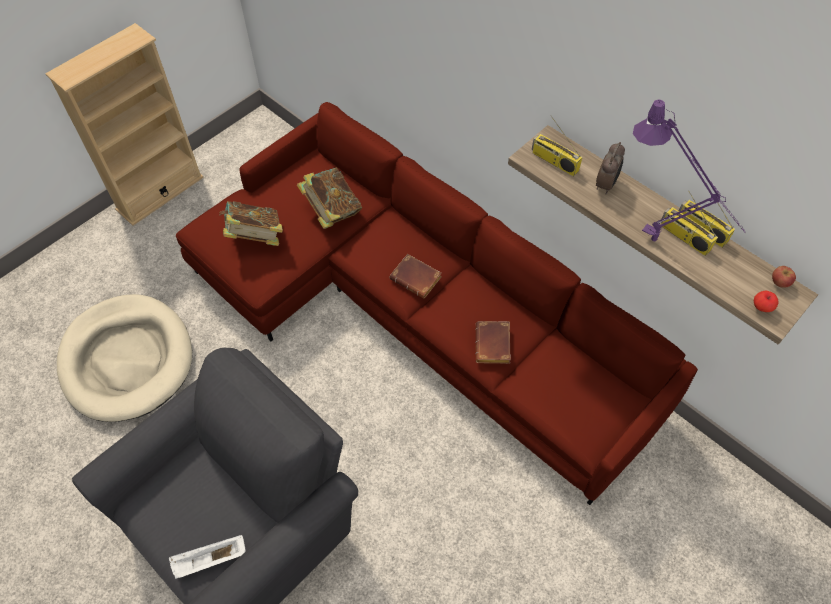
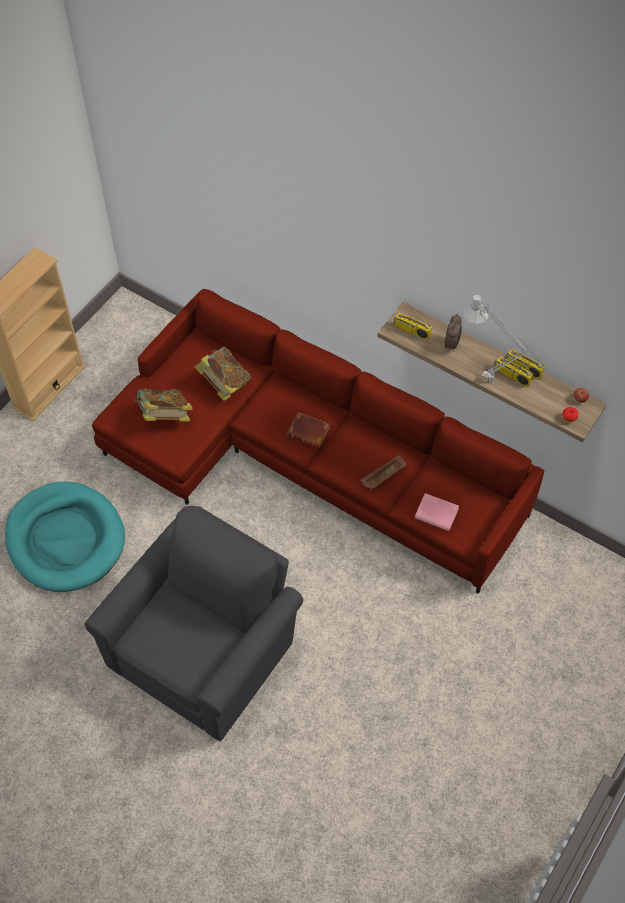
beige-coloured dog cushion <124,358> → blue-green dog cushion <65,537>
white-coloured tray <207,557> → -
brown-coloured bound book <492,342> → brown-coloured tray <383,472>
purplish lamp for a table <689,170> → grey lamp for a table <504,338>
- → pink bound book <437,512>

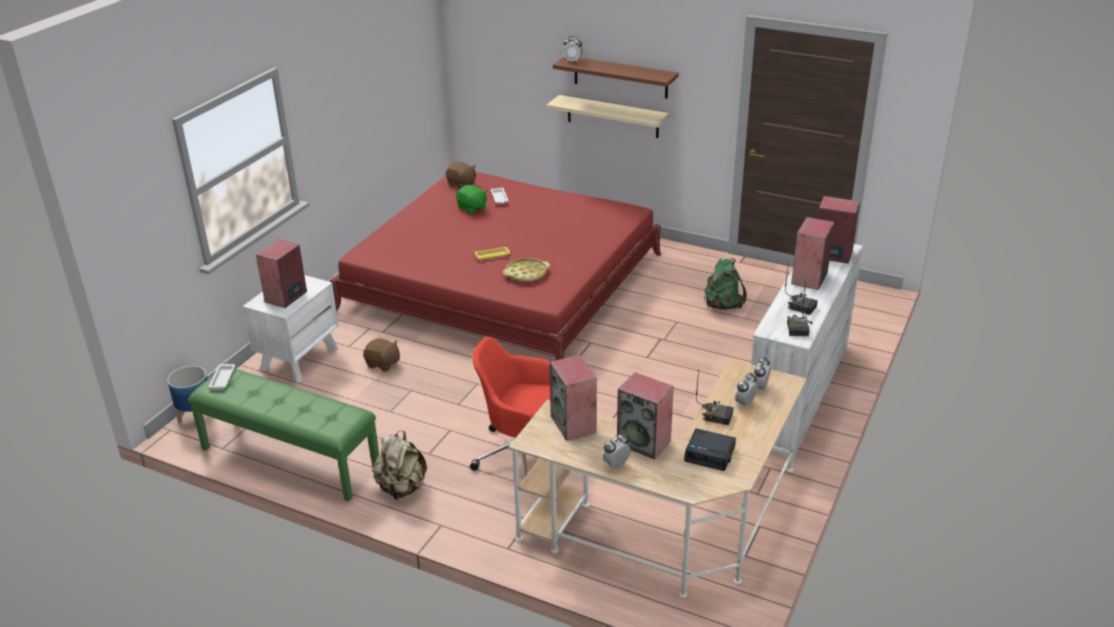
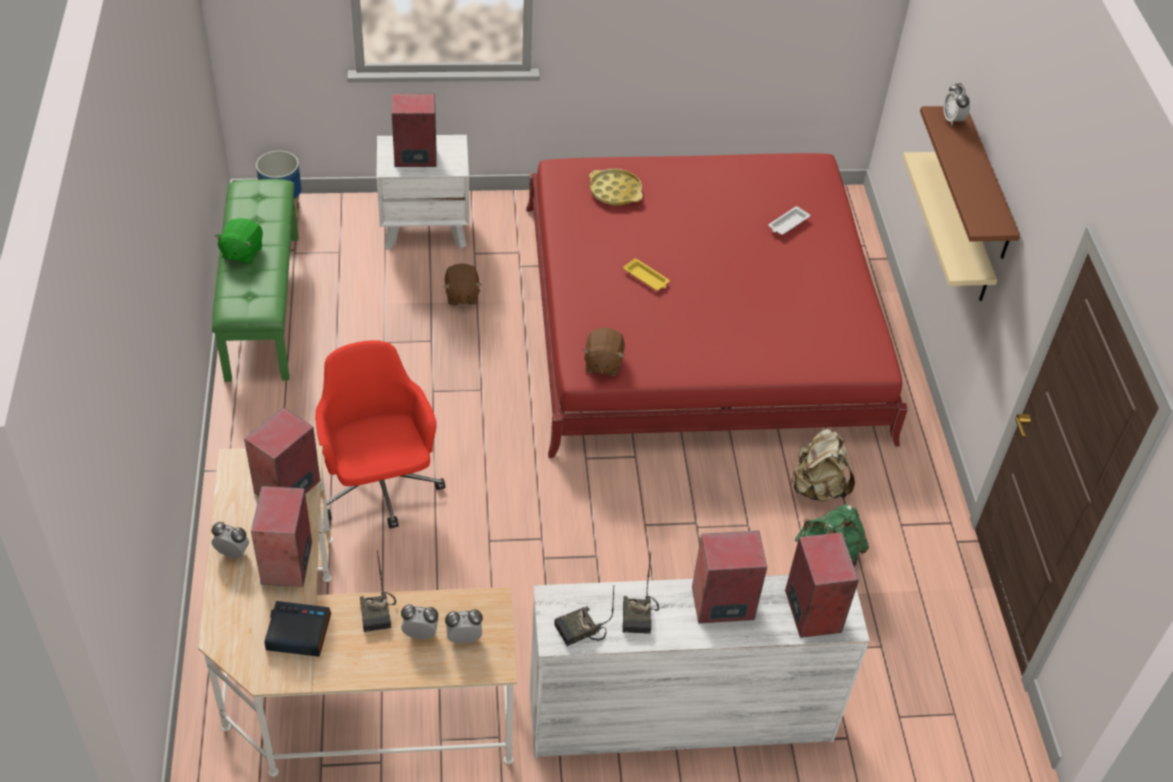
white-coloured tray <222,376> → -
beige-coloured knapsack <399,465> → beige-coloured knapsack <822,465>, shifted
brown-coloured plush toy <461,175> → brown-coloured plush toy <603,352>, shifted
green plush toy <471,199> → green plush toy <239,241>, shifted
yellowish tray <526,270> → yellowish tray <616,187>, shifted
bedside clock <710,449> → bedside clock <297,629>, 105 degrees clockwise

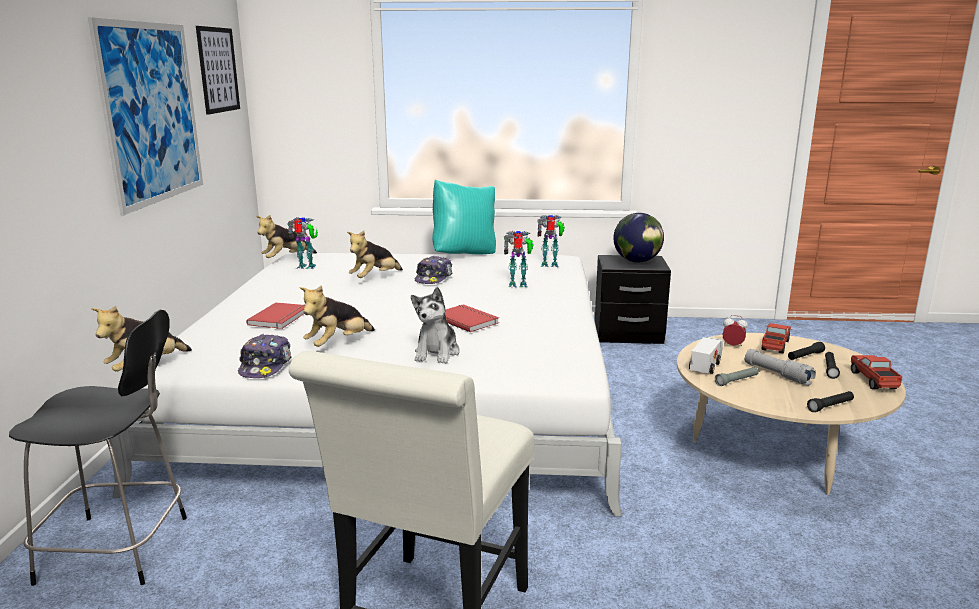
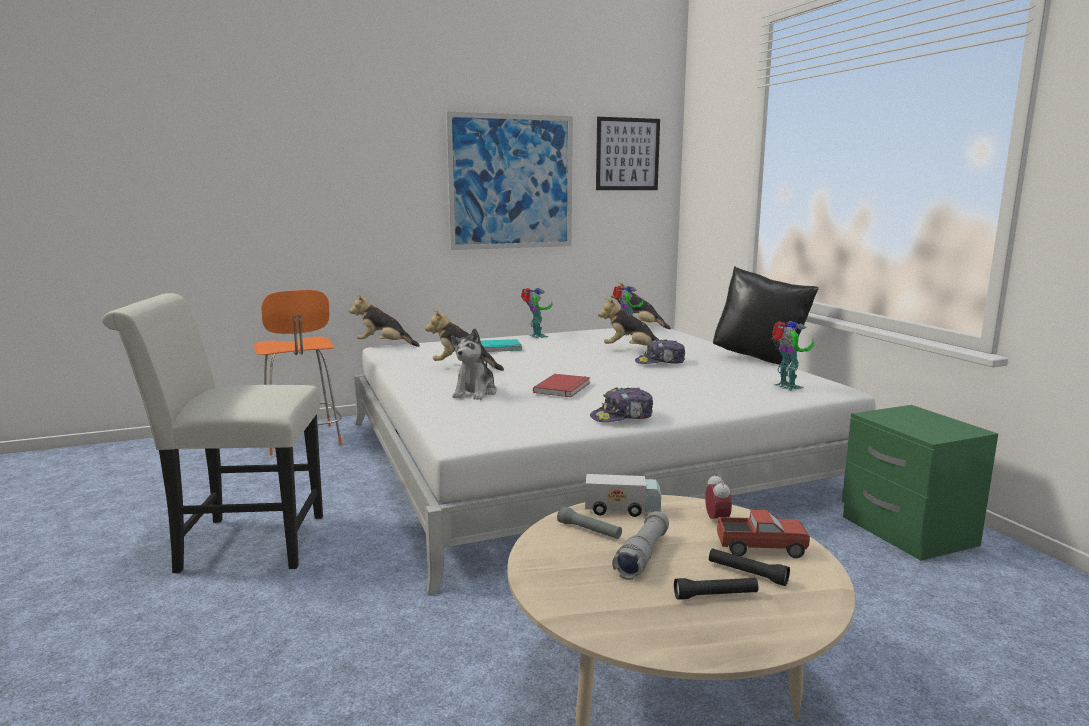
black upright chair <98,448> → orangey upright chair <298,373>
baseball cap <265,356> → baseball cap <621,404>, shifted
red bound book <275,315> → blue-green bound book <501,345>
plush toy <435,325> → plush toy <474,364>, 60 degrees counterclockwise
blue-green pillow <464,217> → black pillow <766,316>
toy robot <519,259> → toy robot <537,313>, shifted
black nightstand <633,299> → green nightstand <920,483>
world globe <638,238> → -
black torch <830,401> → -
toy lorry <876,372> → -

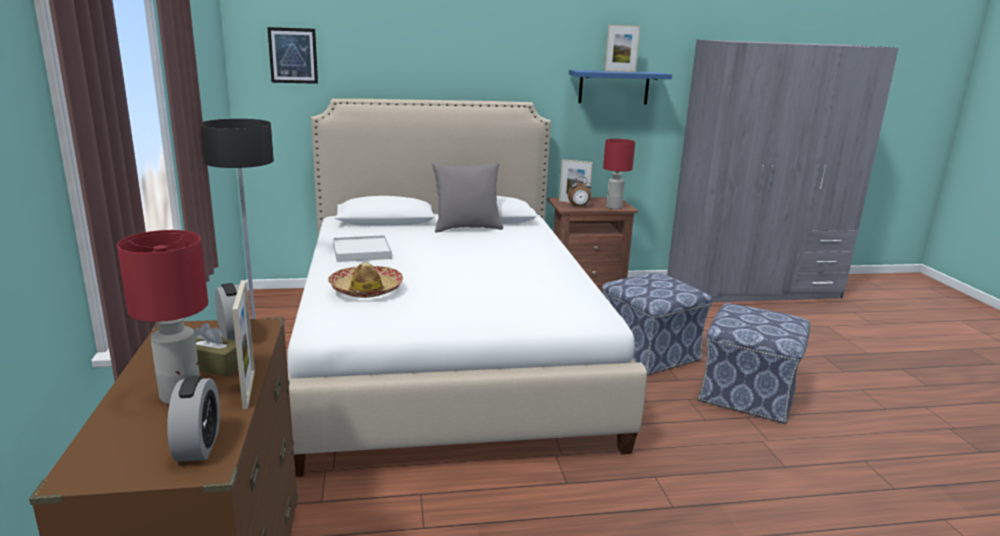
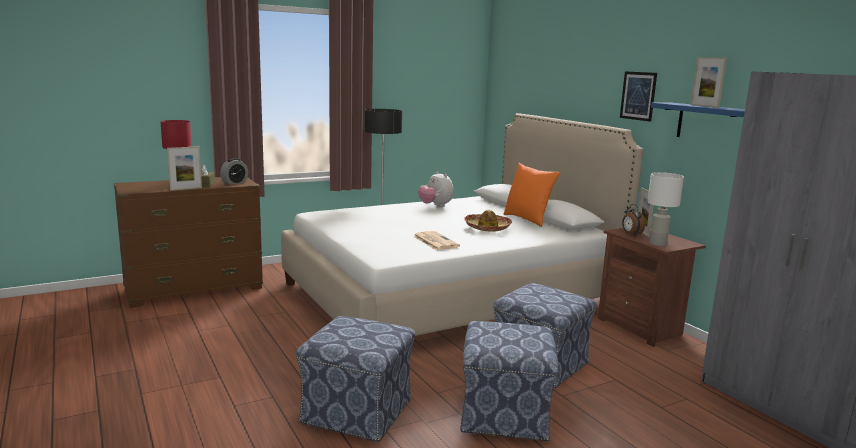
bedside clock <193,418> → -
wall picture <292,55> → wall picture <638,96>, shifted
wearable hat <365,280> → wearable hat <488,221>, shifted
white-coloured tray <362,248> → plush toy <436,189>
grey pillow <467,197> → orangey pillow <531,195>
red lamp for a table <619,174> → white-coloured lamp for a table <665,209>
- → footrest <355,379>
- → printed paper <436,240>

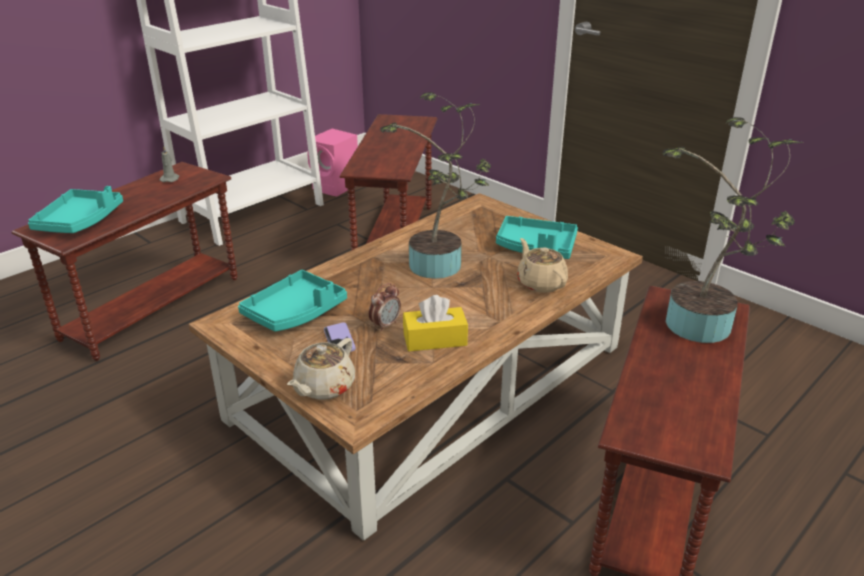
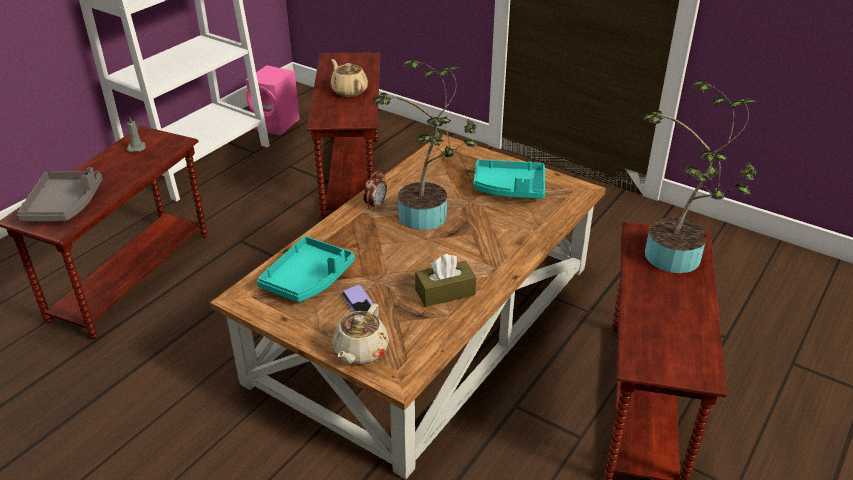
blue-green tray <75,209> → grey tray <59,194>
bedside clock <384,307> → bedside clock <375,191>, shifted
yellowish tissue holder <435,323> → brown-coloured tissue holder <445,280>
beige-coloured teapot <542,265> → beige-coloured teapot <349,78>, shifted

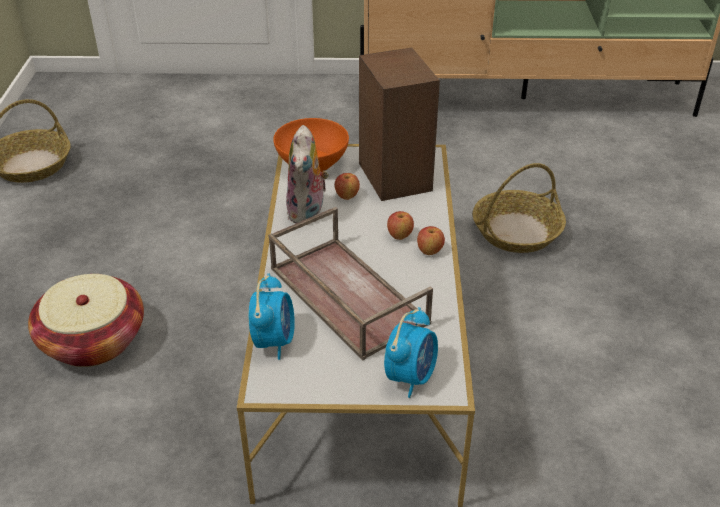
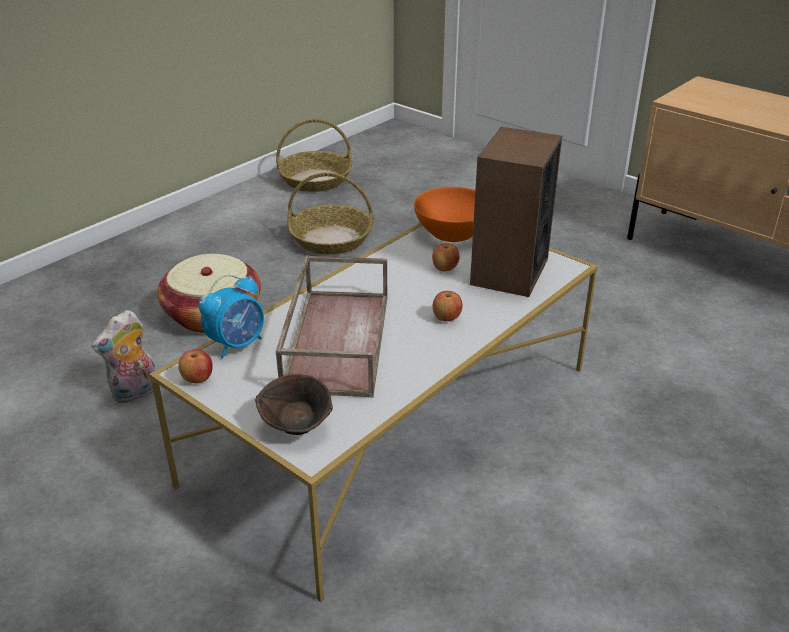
plush toy <307,174> → plush toy <123,357>, shifted
bedside clock <411,352> → brown-coloured serving bowl <294,404>
apple <431,240> → apple <195,366>, shifted
basket <519,208> → basket <330,213>, shifted

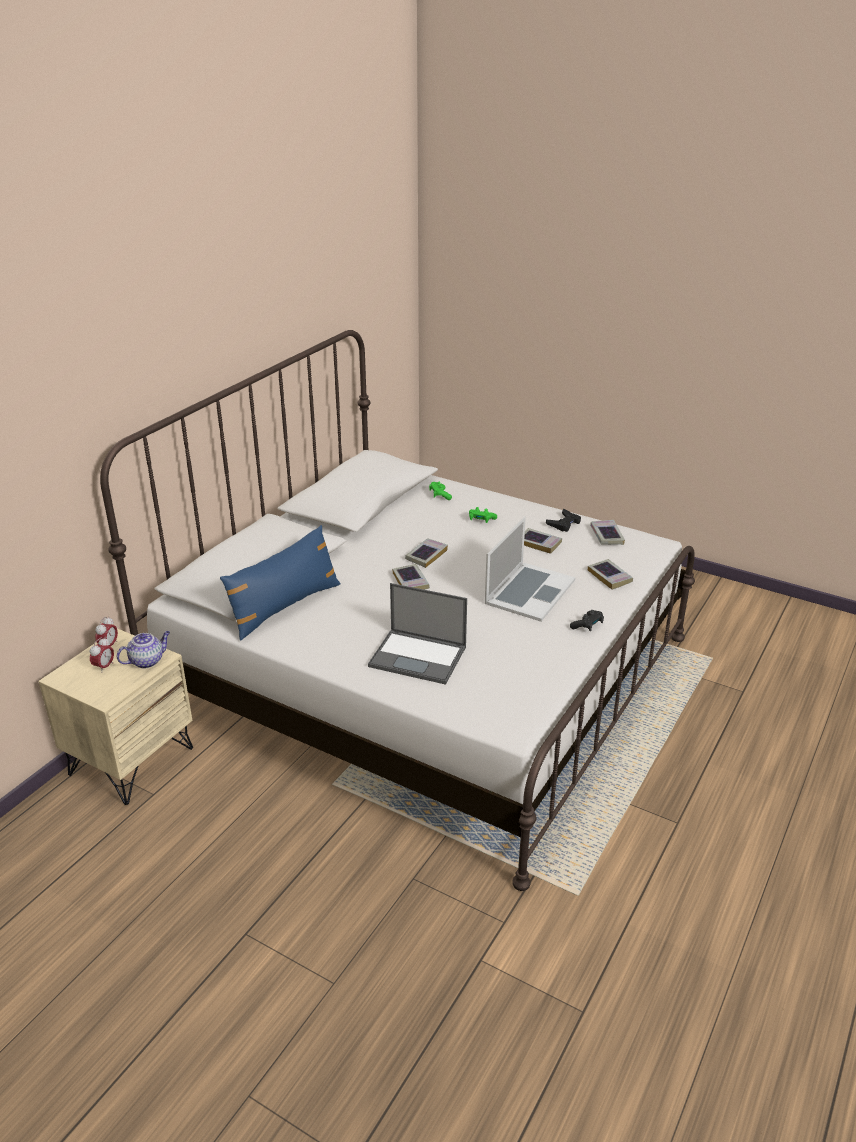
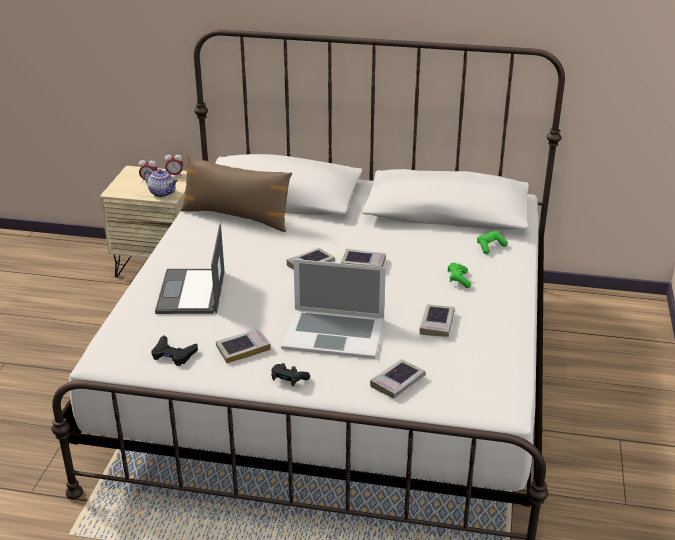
blue pillow <280,582> → brown-coloured pillow <236,193>
black game controller <563,520> → black game controller <174,350>, shifted
bound book <607,532> → bound book <243,346>, shifted

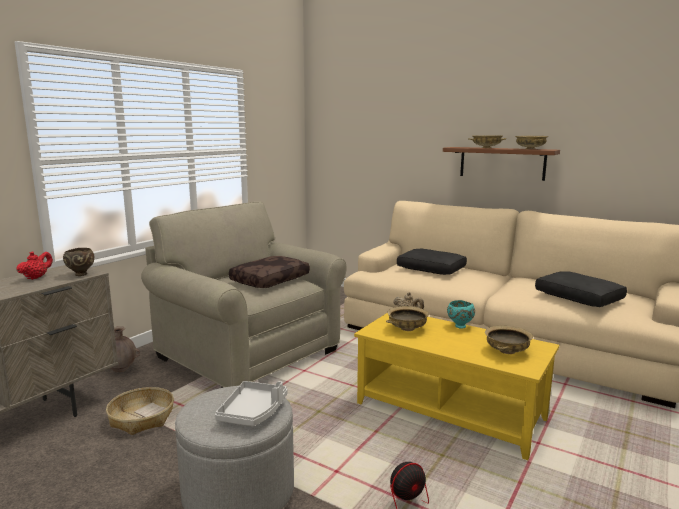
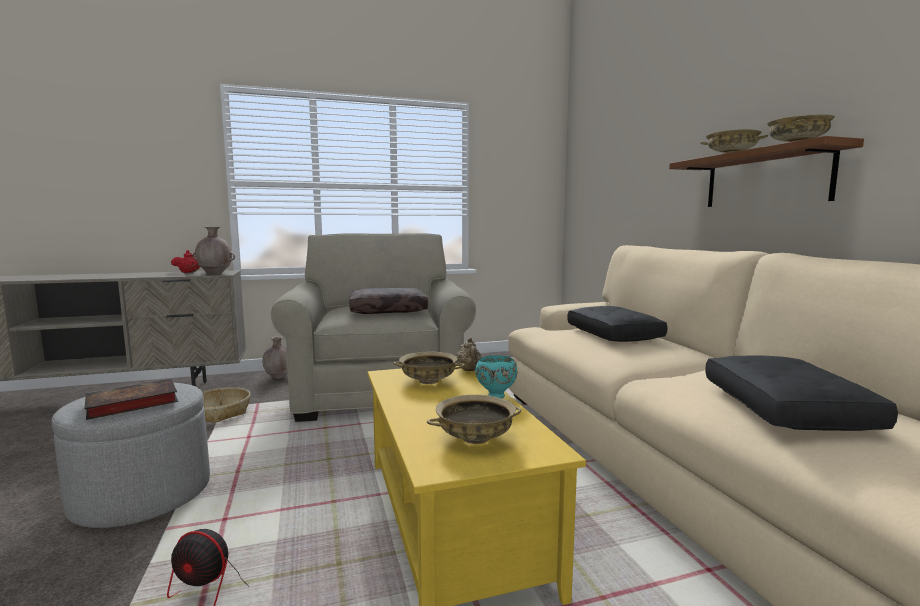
brown-coloured serving bowl <79,262> → brown-coloured vase <214,250>
grey tray <251,403> → bound book <131,399>

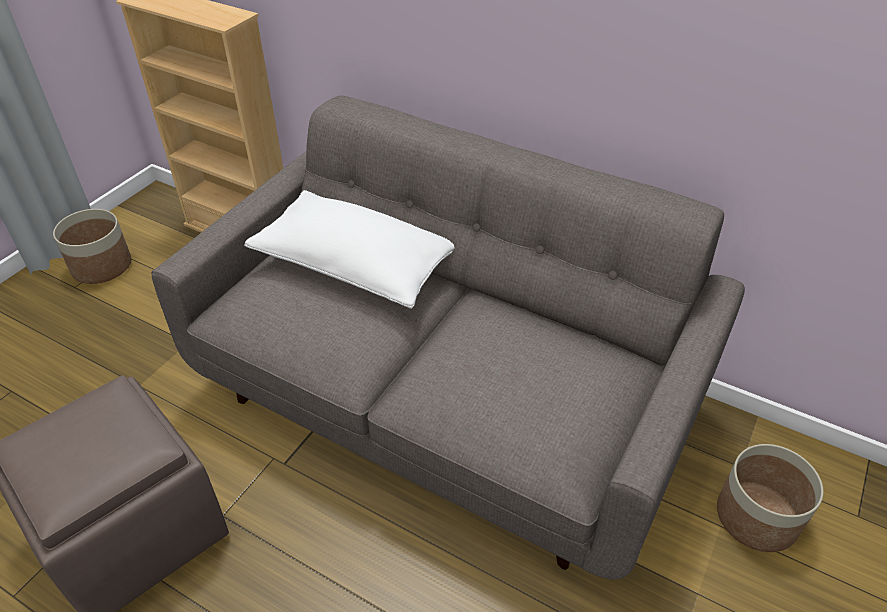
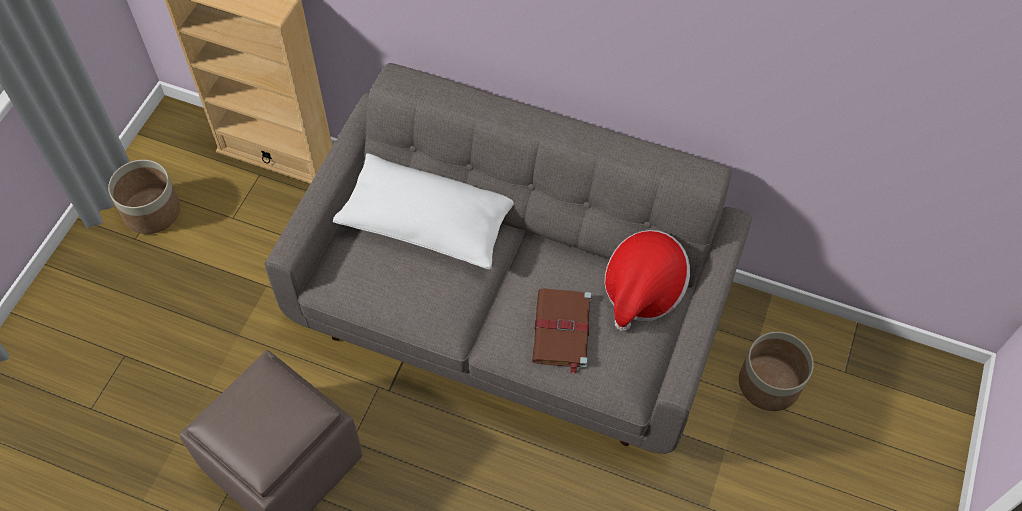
- → brown-coloured bound book <561,331>
- → wearable hat <647,280>

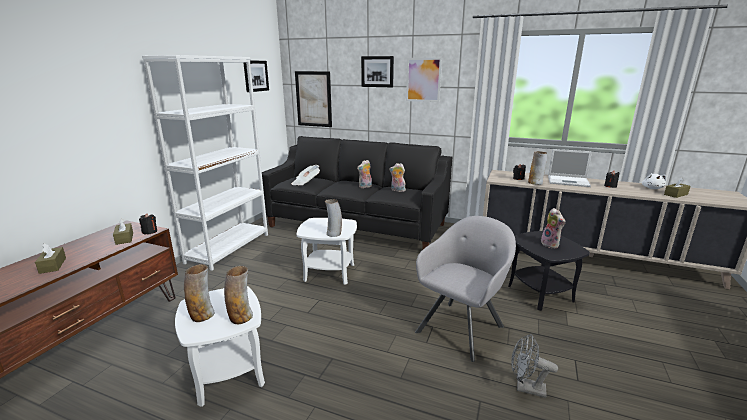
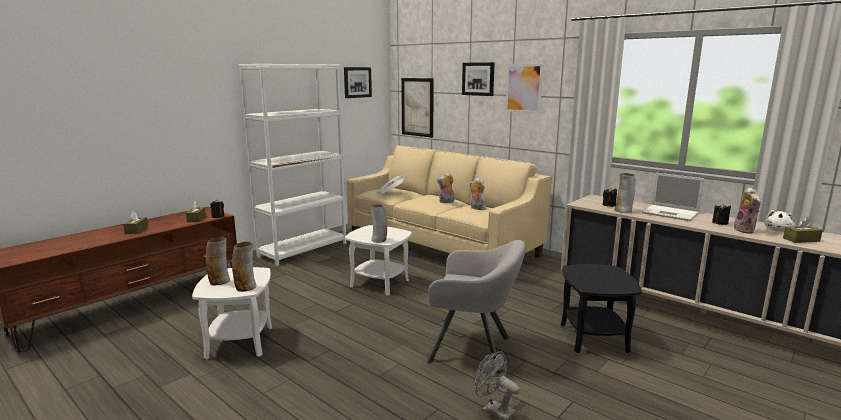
black sofa <357,192> → beige-coloured sofa <449,201>
grey easy chair <465,289> → grey easy chair <475,307>, 45 degrees clockwise
plush toy <553,228> → plush toy <747,210>, shifted

